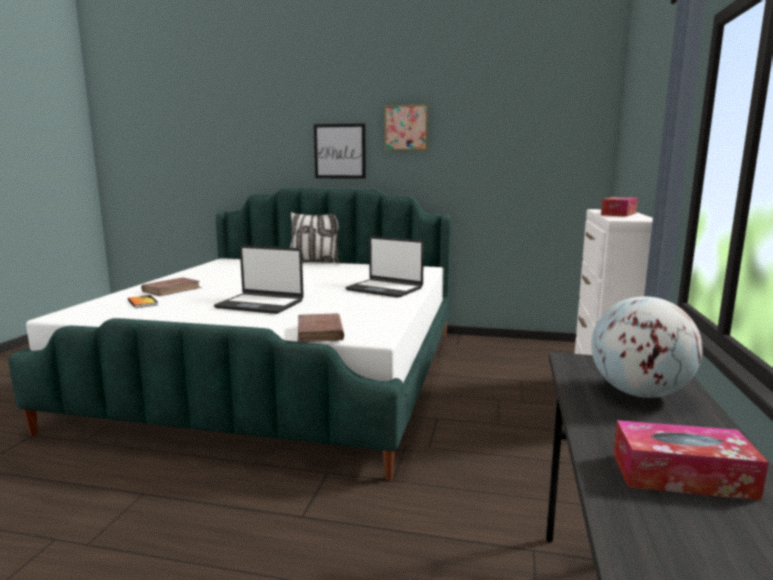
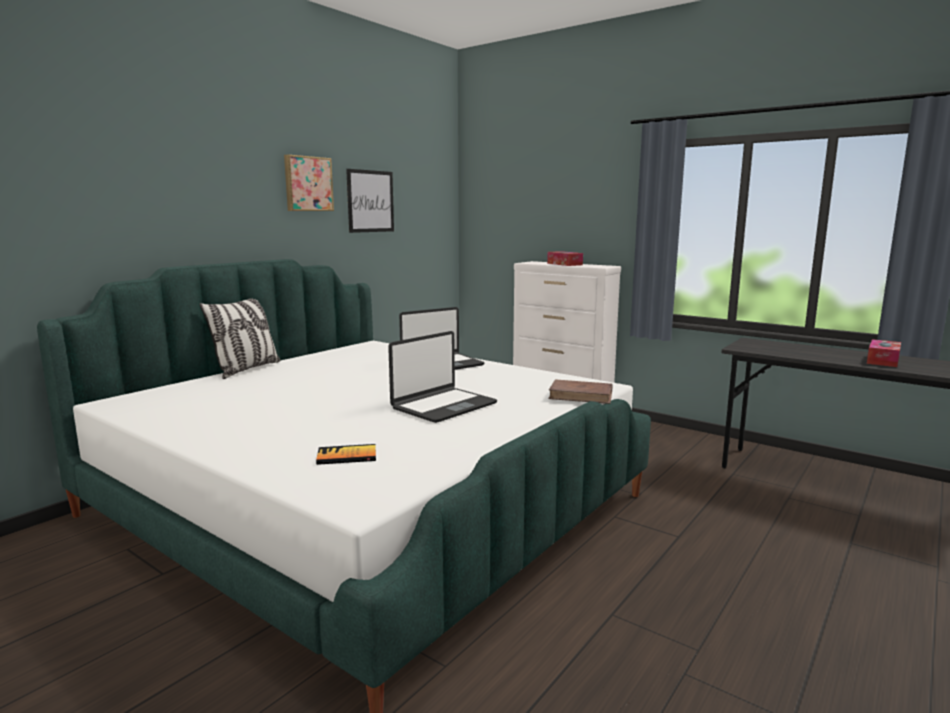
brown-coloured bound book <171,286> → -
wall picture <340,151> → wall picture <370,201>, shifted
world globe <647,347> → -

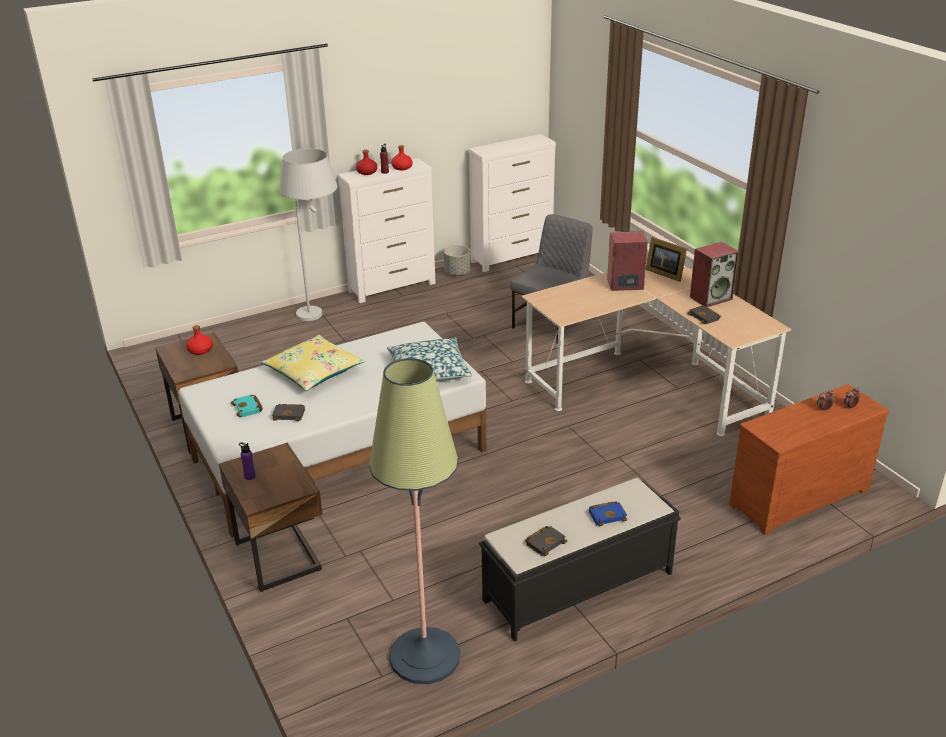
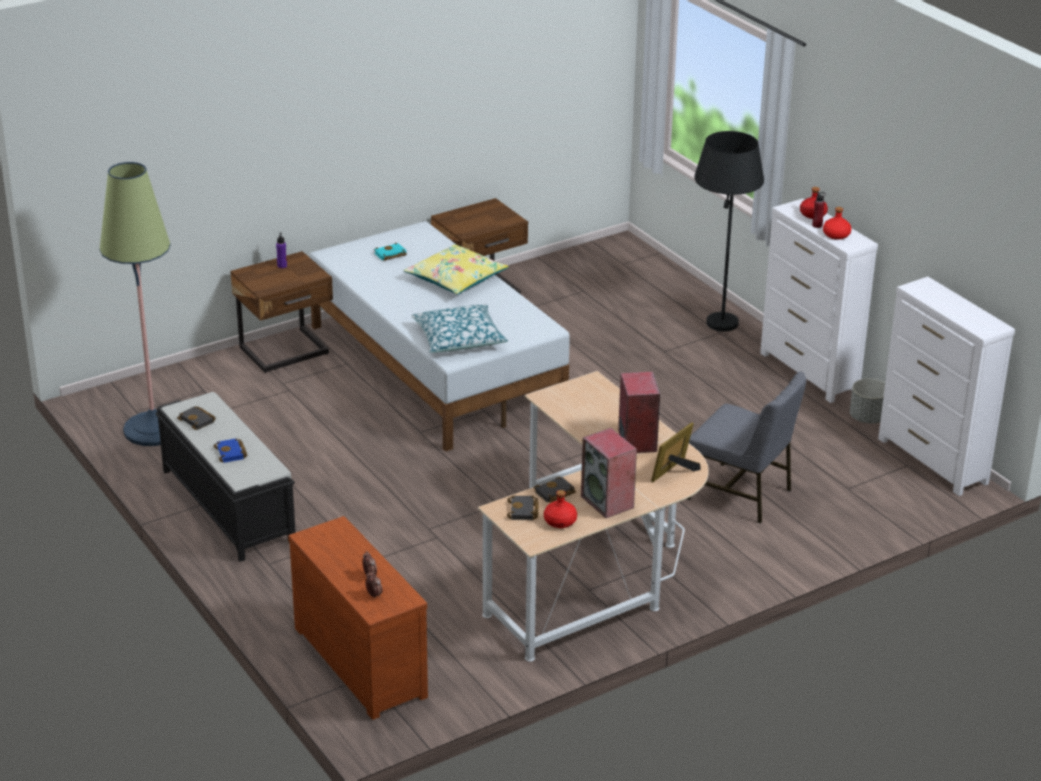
red beverage bottle <199,340> → red beverage bottle <560,509>, shifted
black bound book <288,412> → black bound book <522,508>, shifted
white-coloured floor lamp <308,234> → black floor lamp <729,231>

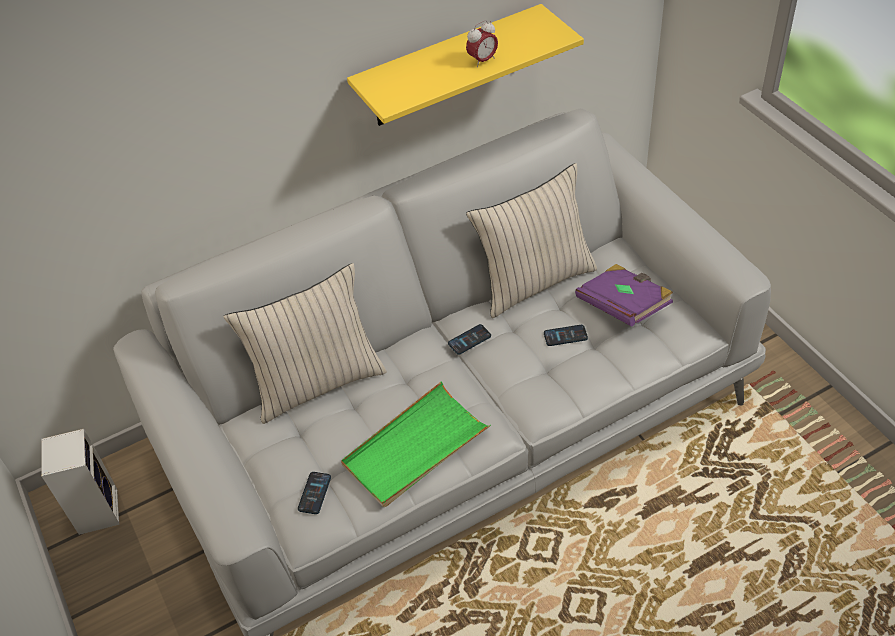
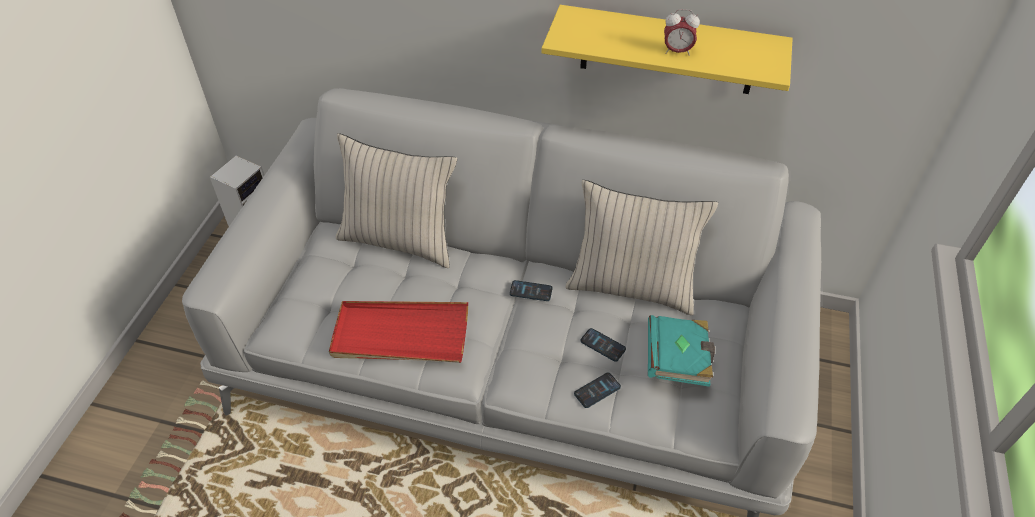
handset <314,493> → handset <597,390>, shifted
green tray <416,444> → red tray <398,332>
purplish bound book <624,295> → blue-green bound book <681,351>

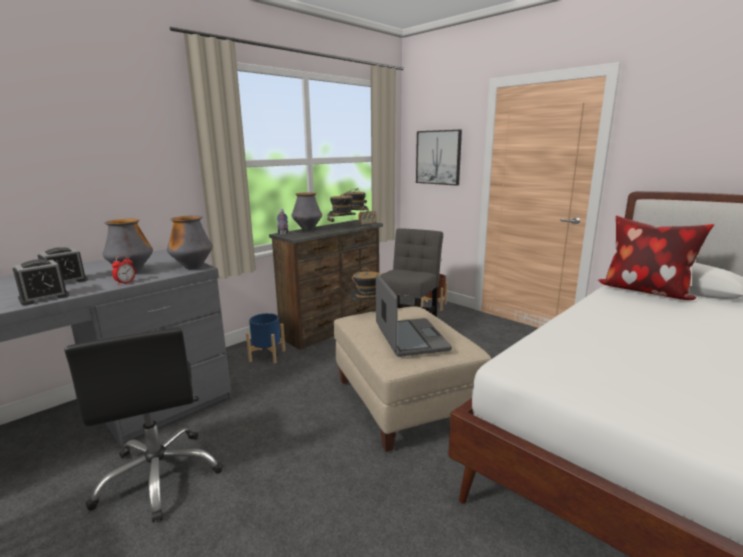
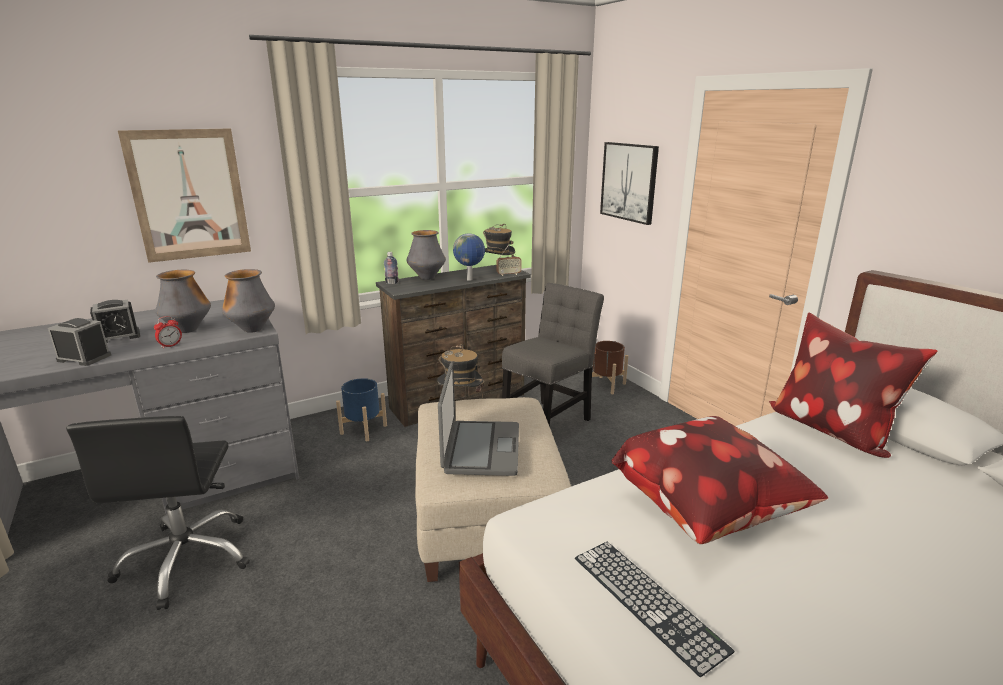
bedside clock <40,282> → bedside clock <79,342>, 135 degrees counterclockwise
wearable hat <341,211> → world globe <469,257>
- → wall picture <184,195>
- → PC keyboard <655,609>
- → pillow <720,480>

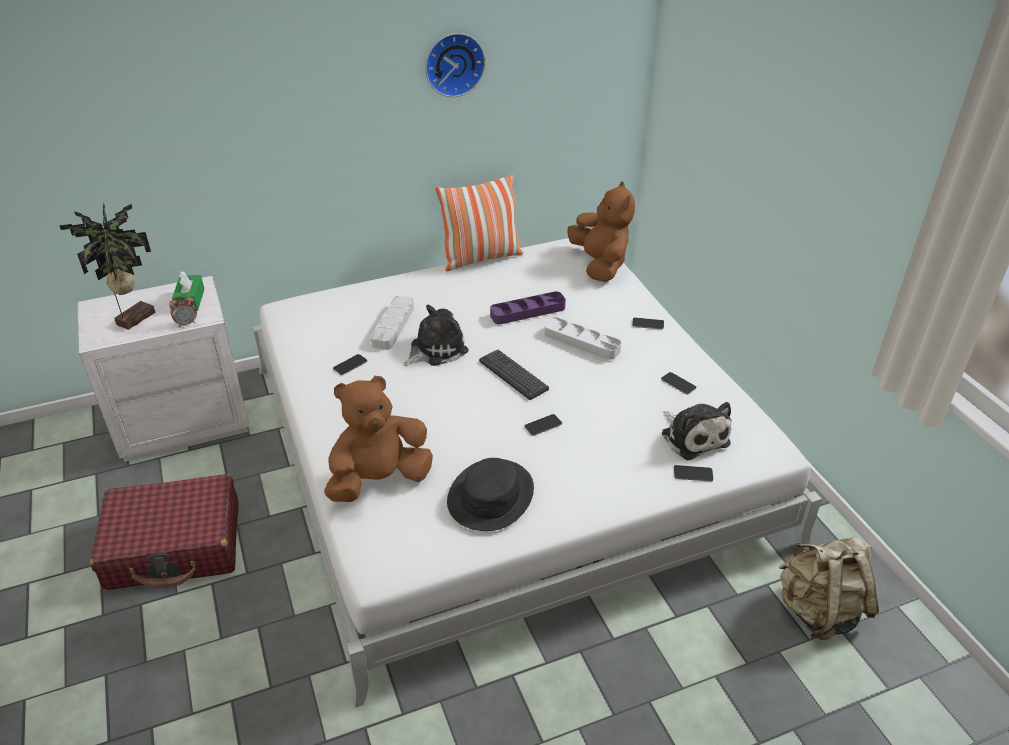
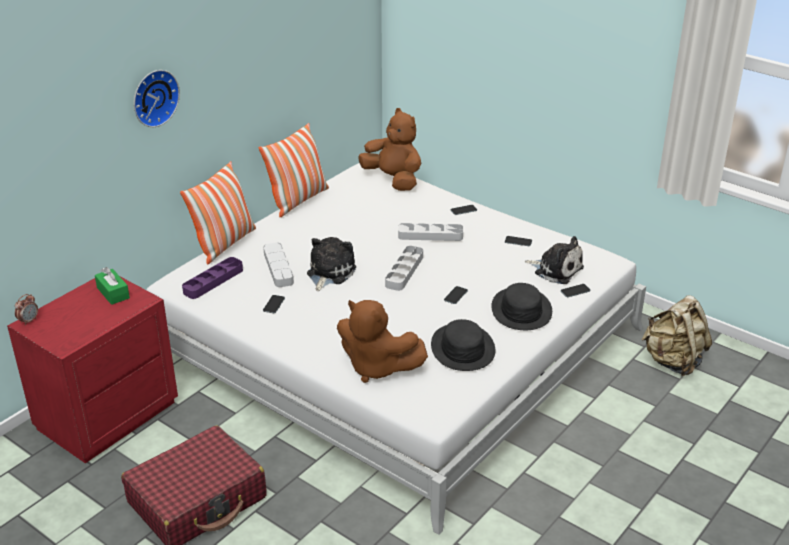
plant in a pot <107,266> → -
white-coloured nightstand <163,369> → red nightstand <92,369>
bedside clock <183,311> → bedside clock <26,310>, shifted
brown-coloured plush toy <378,439> → brown-coloured plush toy <382,341>, 90 degrees counterclockwise
clock on the wall <455,65> → clock on the wall <157,98>, shifted
PC keyboard <514,374> → grey tray <404,268>
purplish tray <528,307> → purplish tray <212,278>, shifted
- → pillow <218,212>
- → black wearable hat <521,306>

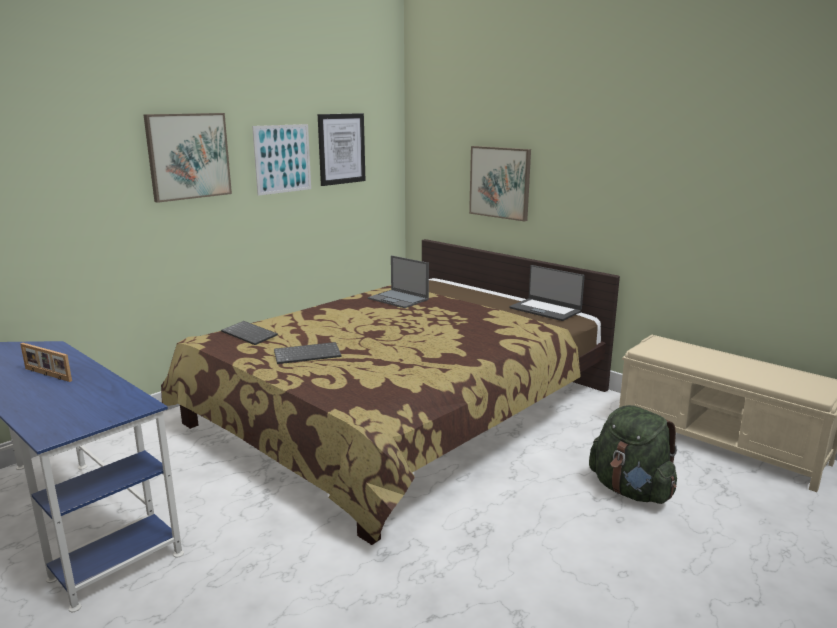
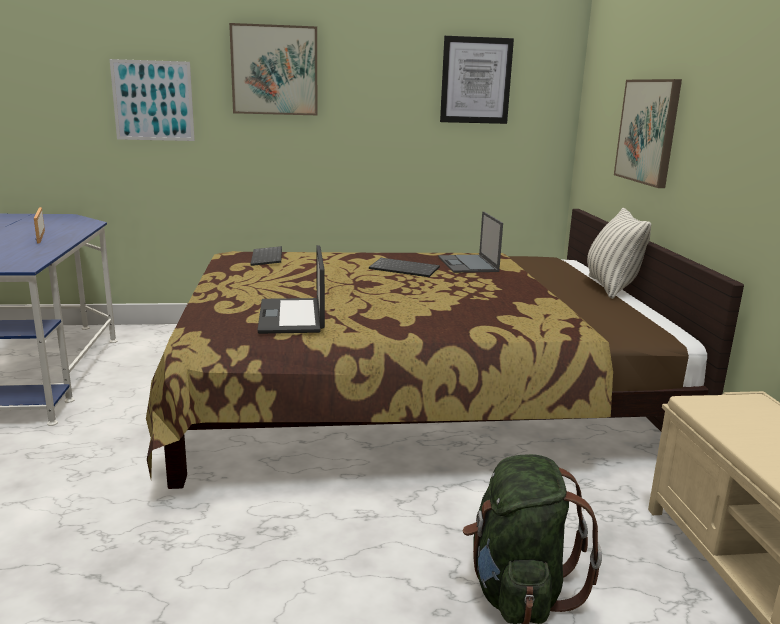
wall picture <281,160> → wall picture <152,100>, shifted
PC keyboard <307,353> → PC keyboard <404,267>, shifted
notebook computer <547,293> → notebook computer <291,289>, shifted
- → pillow <619,253>

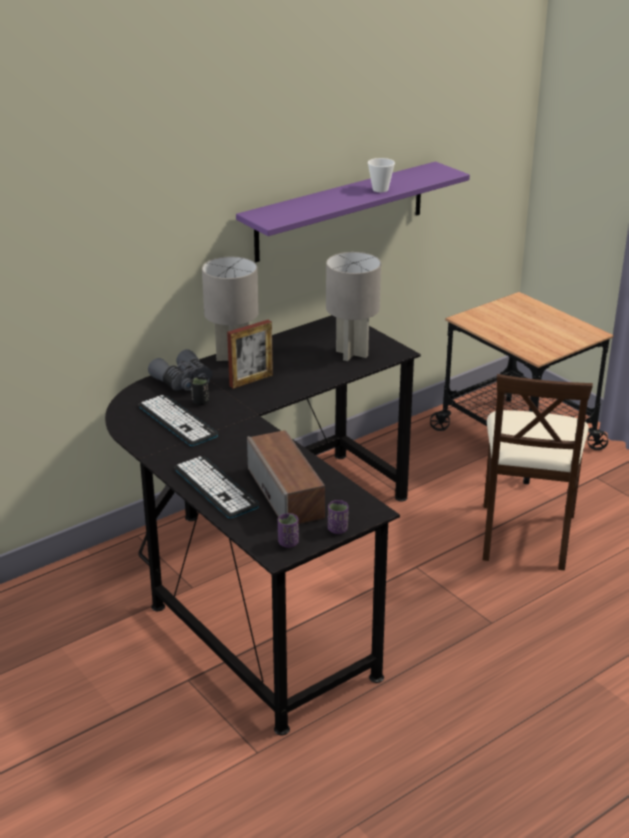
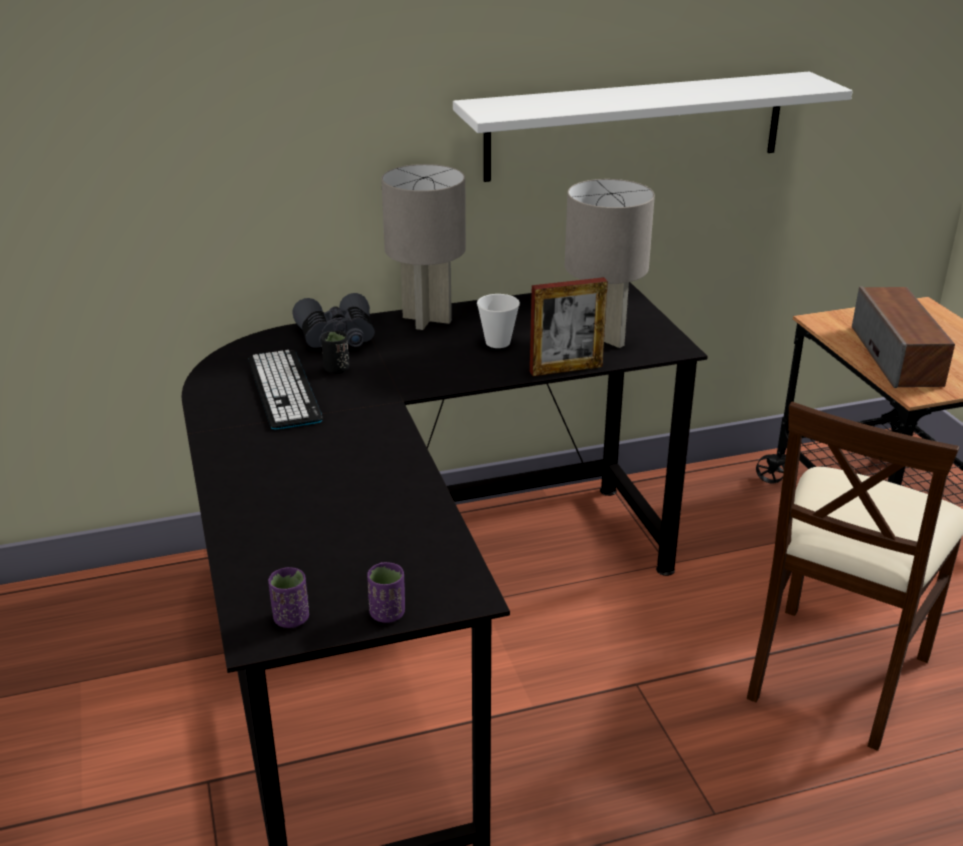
PC keyboard <217,487> → -
picture frame <250,354> → picture frame <569,326>, shifted
purplish wall shelf <353,211> → white-coloured wall shelf <653,126>
audio speaker <286,477> → audio speaker <903,337>, shifted
drinking cup <381,175> → drinking cup <498,321>, shifted

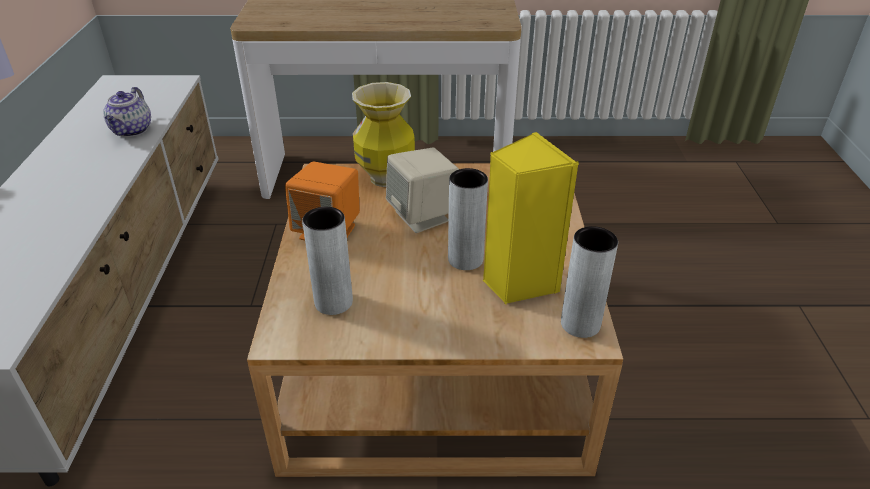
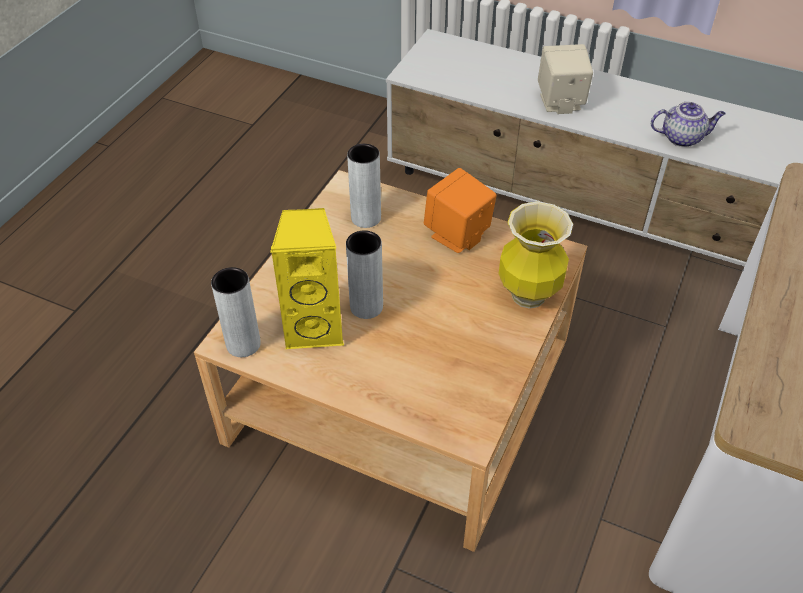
teapot <127,112> → teapot <688,124>, 150 degrees clockwise
beige-coloured audio speaker <422,190> → beige-coloured audio speaker <565,79>, shifted

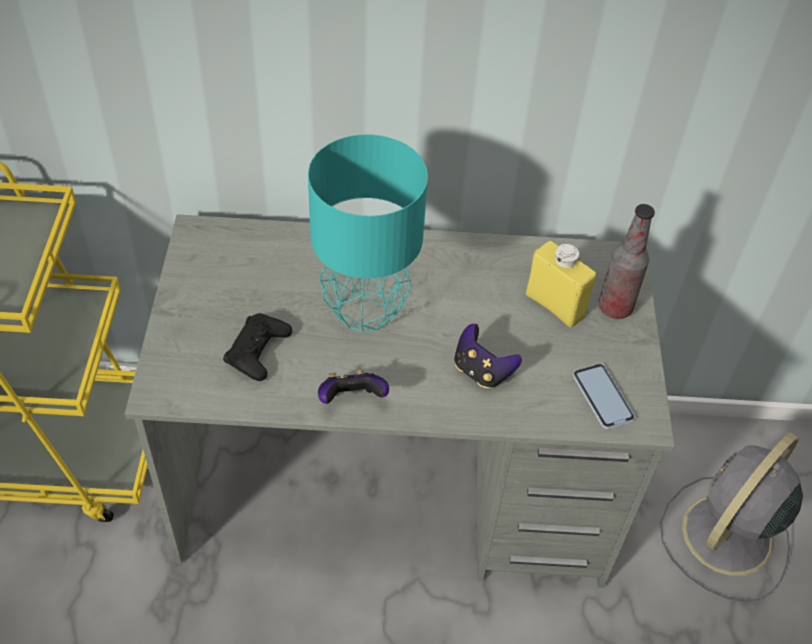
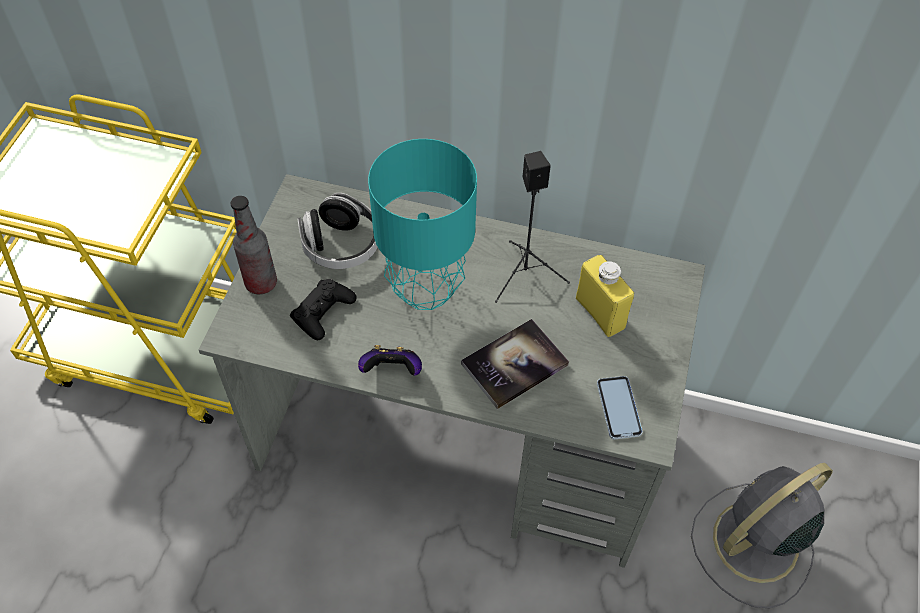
game controller <488,356> → bound book <515,364>
beverage bottle <626,261> → beverage bottle <254,245>, shifted
- → headset <337,231>
- → black audio speaker <532,227>

